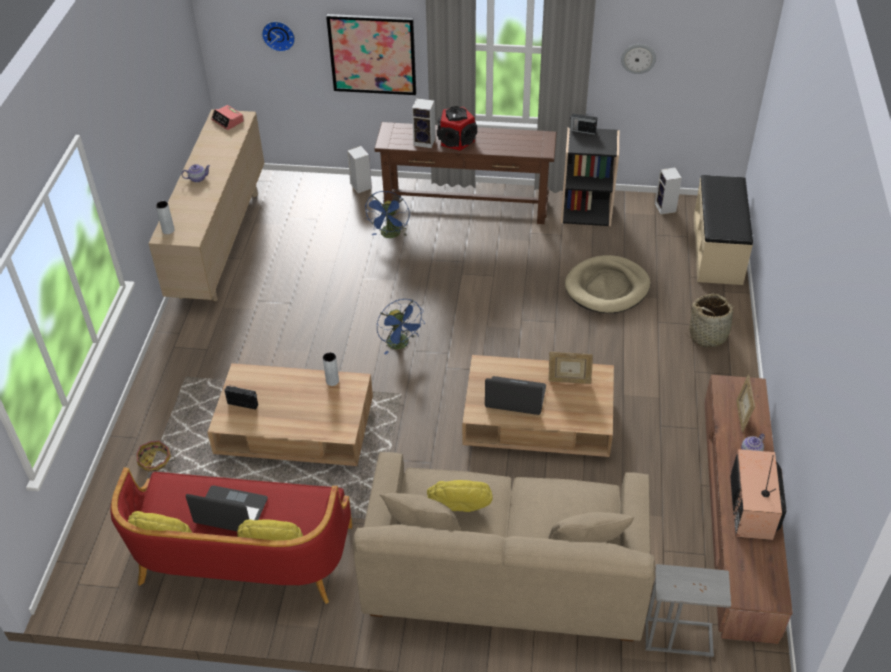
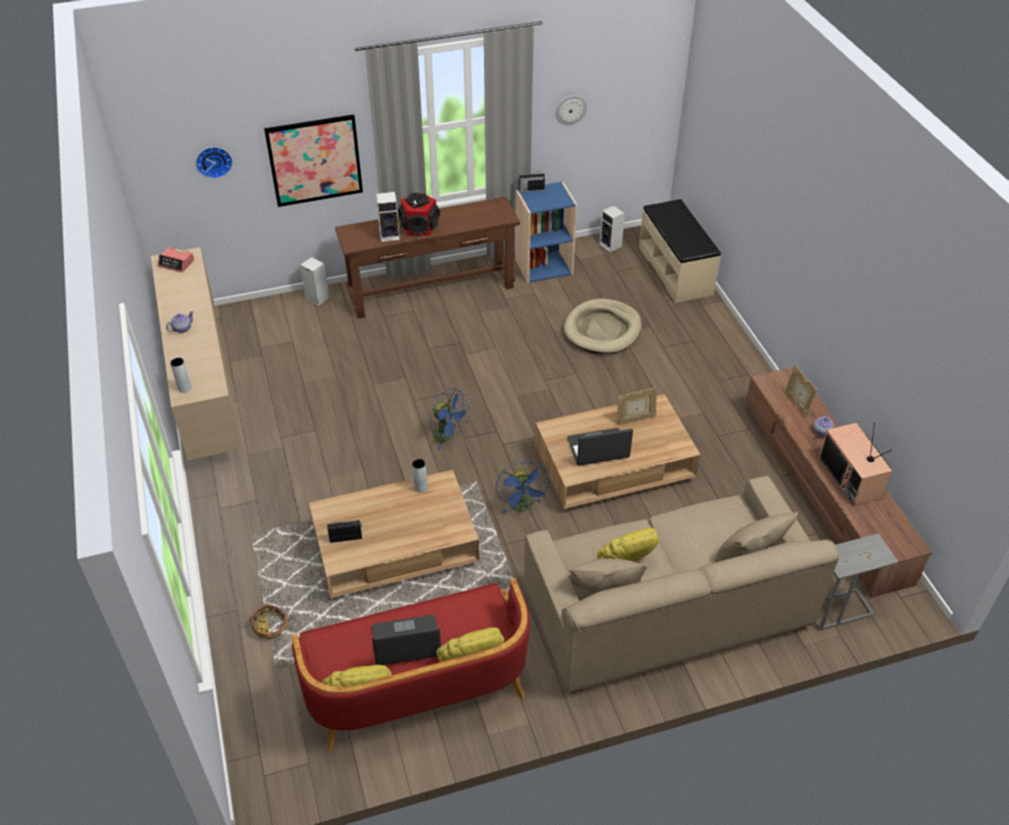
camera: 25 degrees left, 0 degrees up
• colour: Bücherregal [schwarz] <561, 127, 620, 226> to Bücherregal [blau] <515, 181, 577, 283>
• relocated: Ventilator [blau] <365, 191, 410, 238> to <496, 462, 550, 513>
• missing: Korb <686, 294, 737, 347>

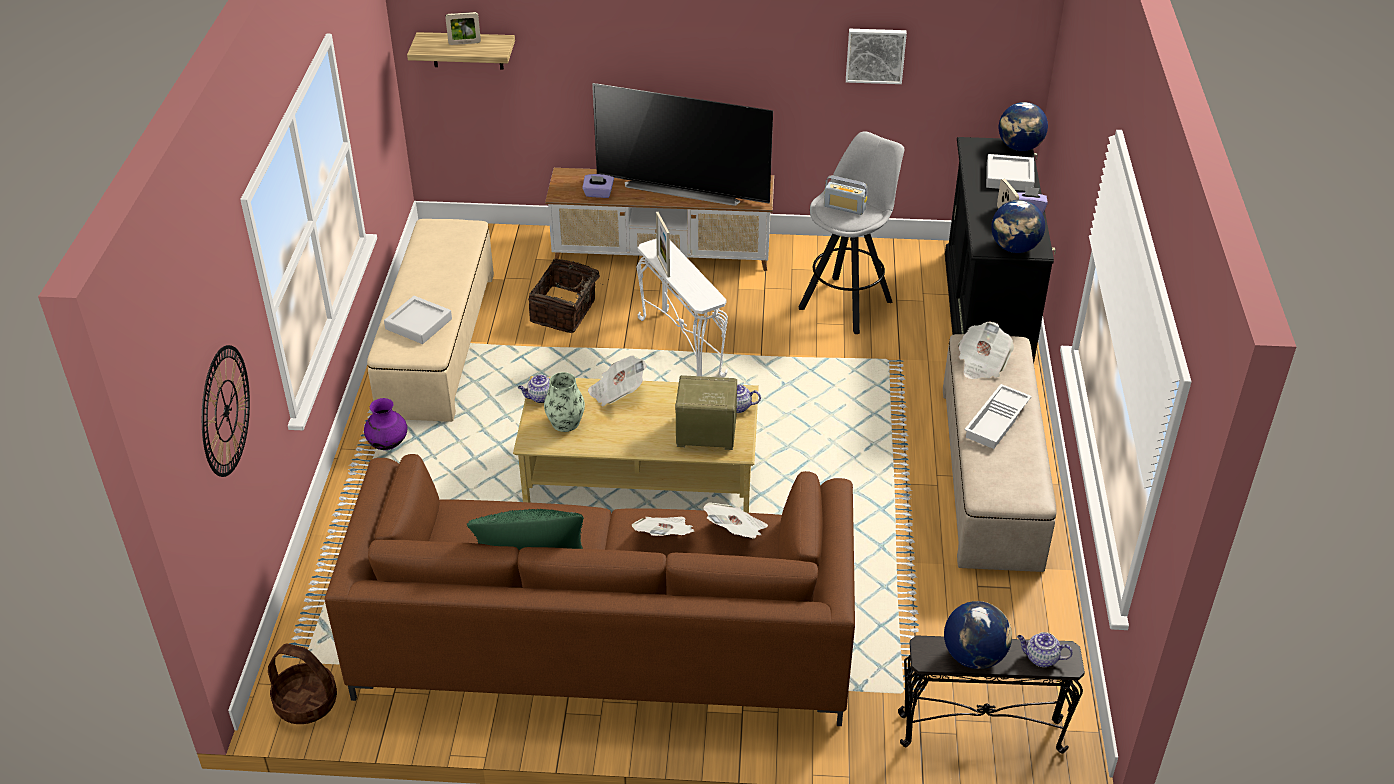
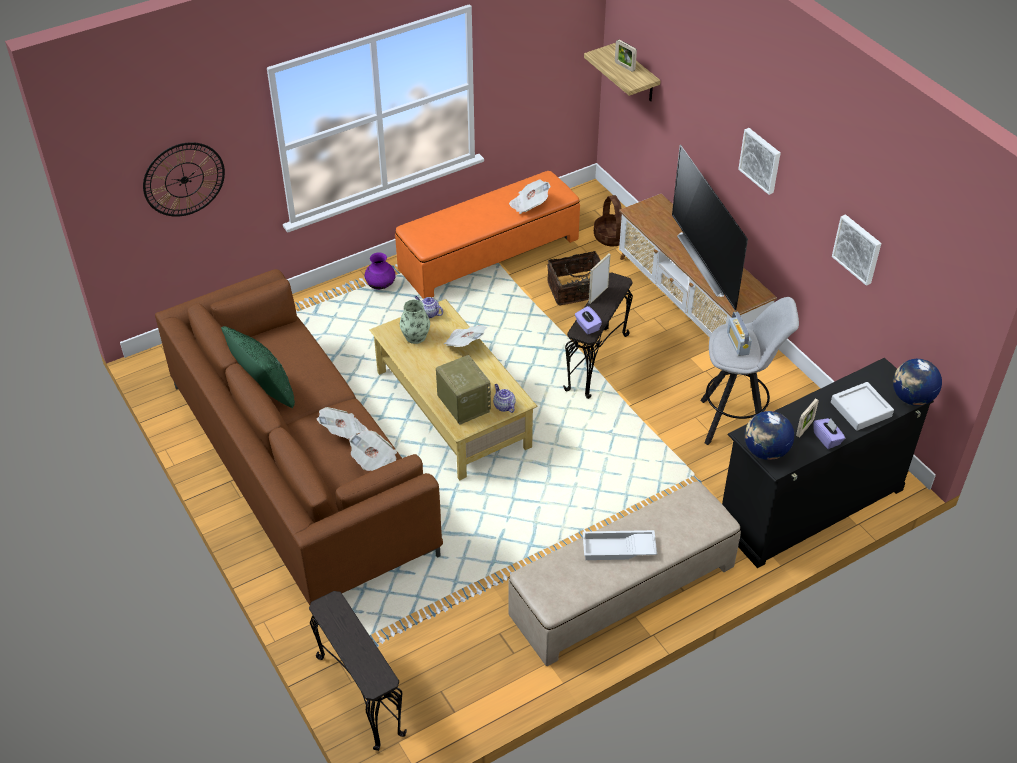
camera: 55 degrees right, 5 degrees up
• relocated: Taschentuchbox [lila] <582, 174, 614, 198> to <575, 306, 602, 334>
• colour: Bank [beige] <367, 219, 494, 422> to Bank [orange] <395, 171, 580, 299>
• colour: Beistelltisch [weiß] <637, 239, 728, 377> to Beistelltisch [schwarz] <563, 272, 633, 399>
• missing: Tablett [grau] <384, 296, 452, 344>
• relocated: Zeitung <958, 322, 1014, 379> to <509, 179, 551, 214>
• missing: Globus <944, 601, 1012, 669>
• missing: Teekanne <1017, 632, 1073, 667>
• relocated: Korb <268, 644, 337, 724> to <594, 195, 622, 246>
• appeared: Bild <738, 128, 781, 195>

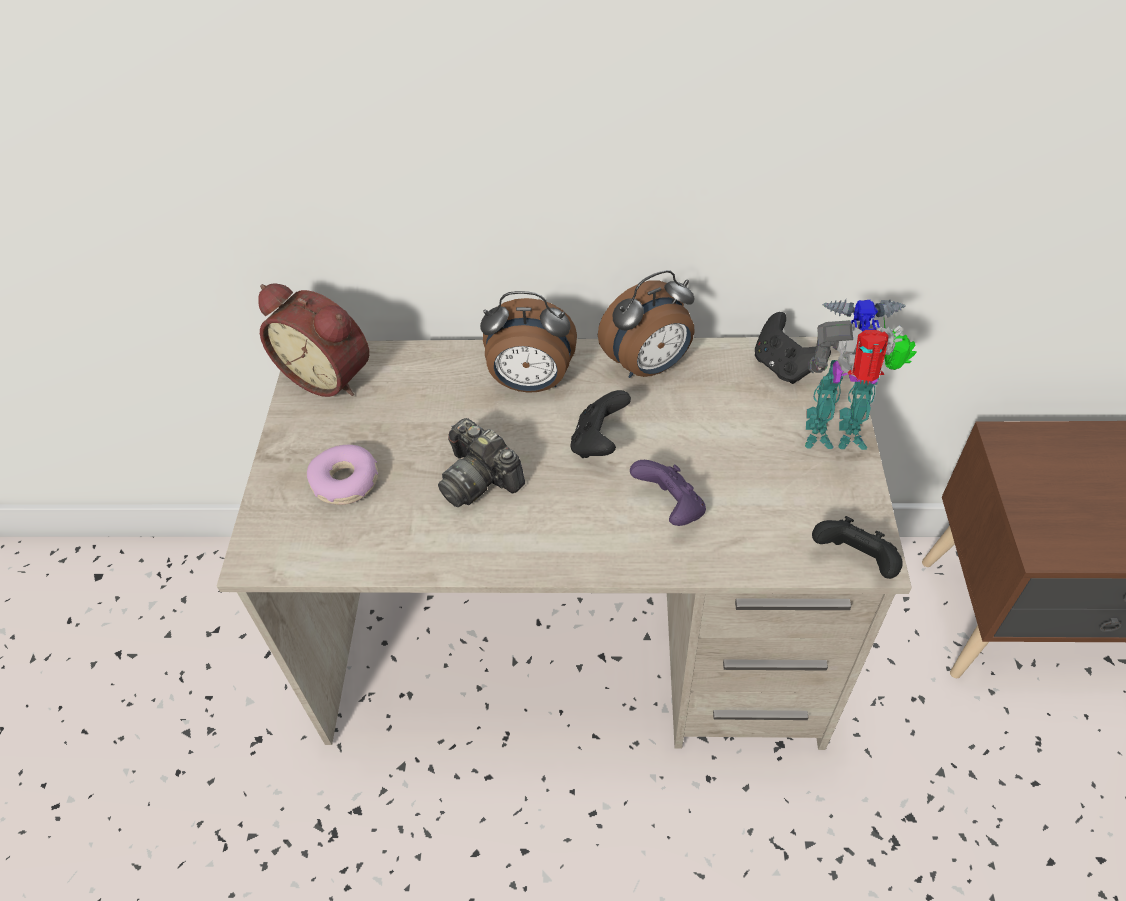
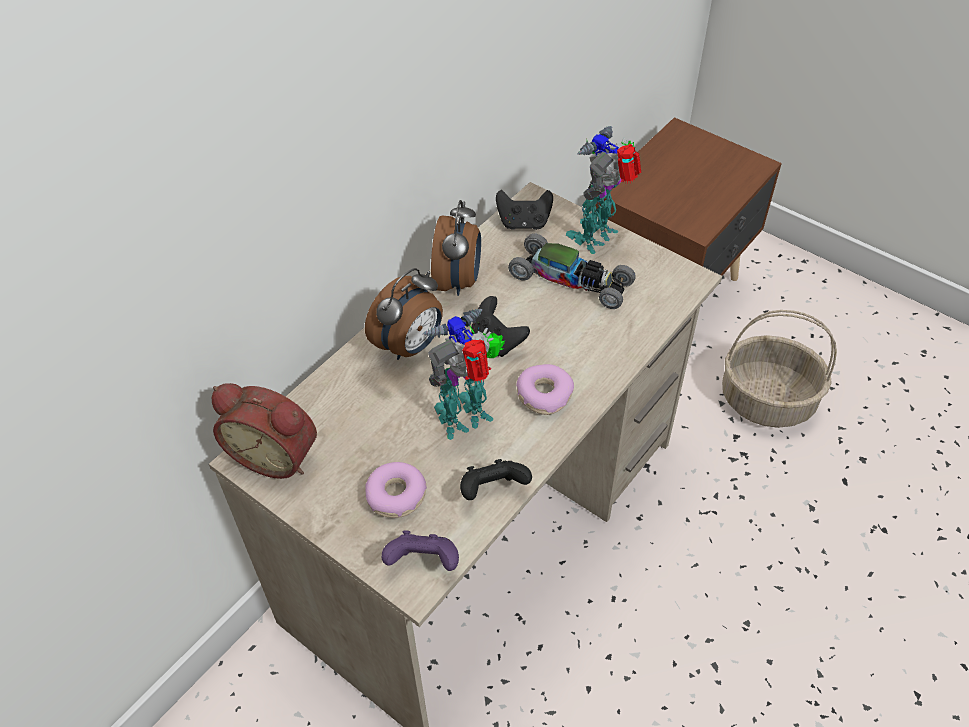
camera: 55 degrees left, 0 degrees up
• spun: Wecker <258, 283, 369, 397> = <212, 383, 317, 479> 45 degrees clockwise
• exchanged: Kamera <438, 418, 525, 507> to Spielzeugroboter <422, 309, 505, 440>
• relocated: Gamepad [lila] <630, 460, 706, 526> to <382, 530, 459, 571>
• relocated: Gamepad [schwarz] <812, 516, 903, 579> to <460, 459, 532, 500>
• appeared: Spielzeugauto <508, 234, 636, 309>
• appeared: Korb <722, 310, 837, 428>
• appeared: Donut <516, 364, 574, 415>

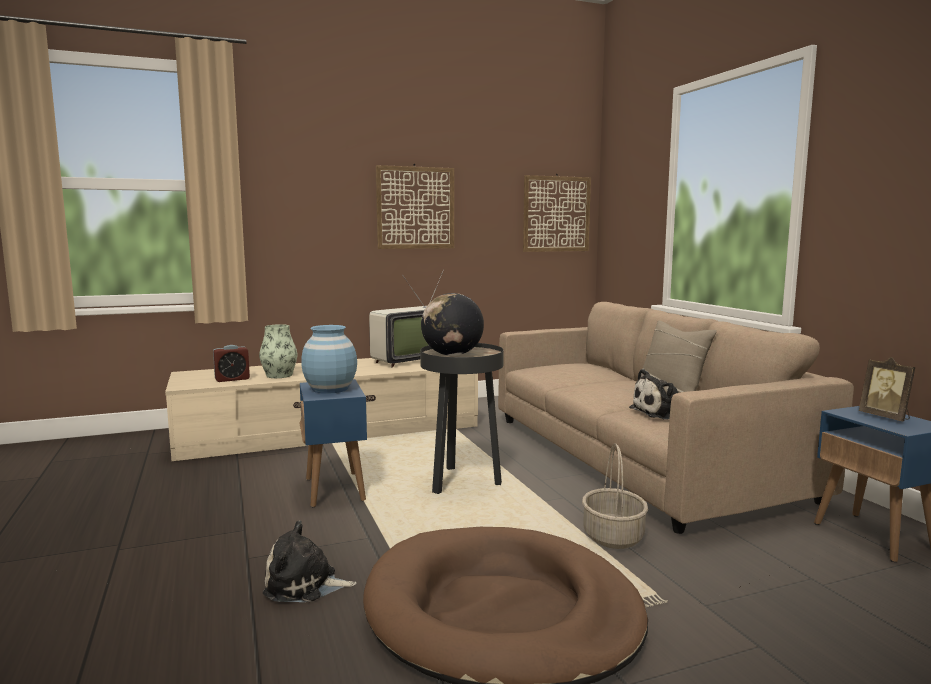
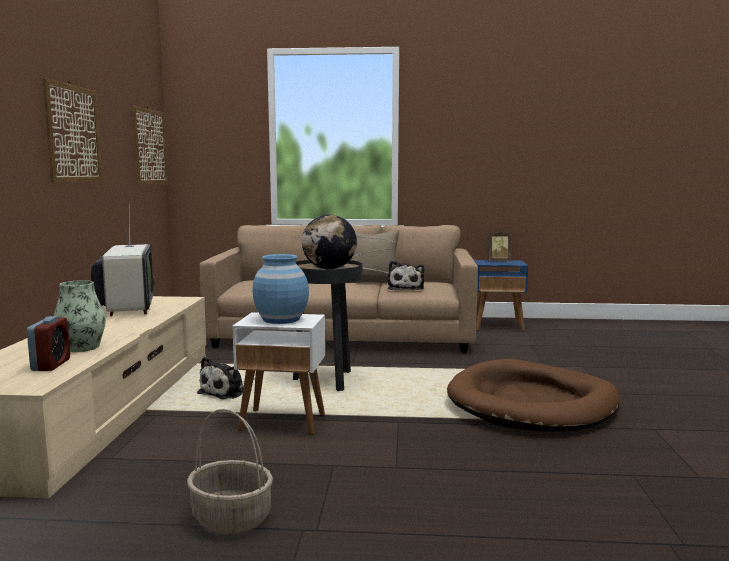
camera: 65 degrees left, 0 degrees up
• colour: Beistelltisch [blau] <300, 379, 367, 507> to Beistelltisch [weiß] <232, 312, 325, 435>
• relocated: Korb <582, 443, 648, 549> to <187, 409, 273, 533>
• relocated: Plüschtier <263, 521, 357, 602> to <197, 357, 244, 399>

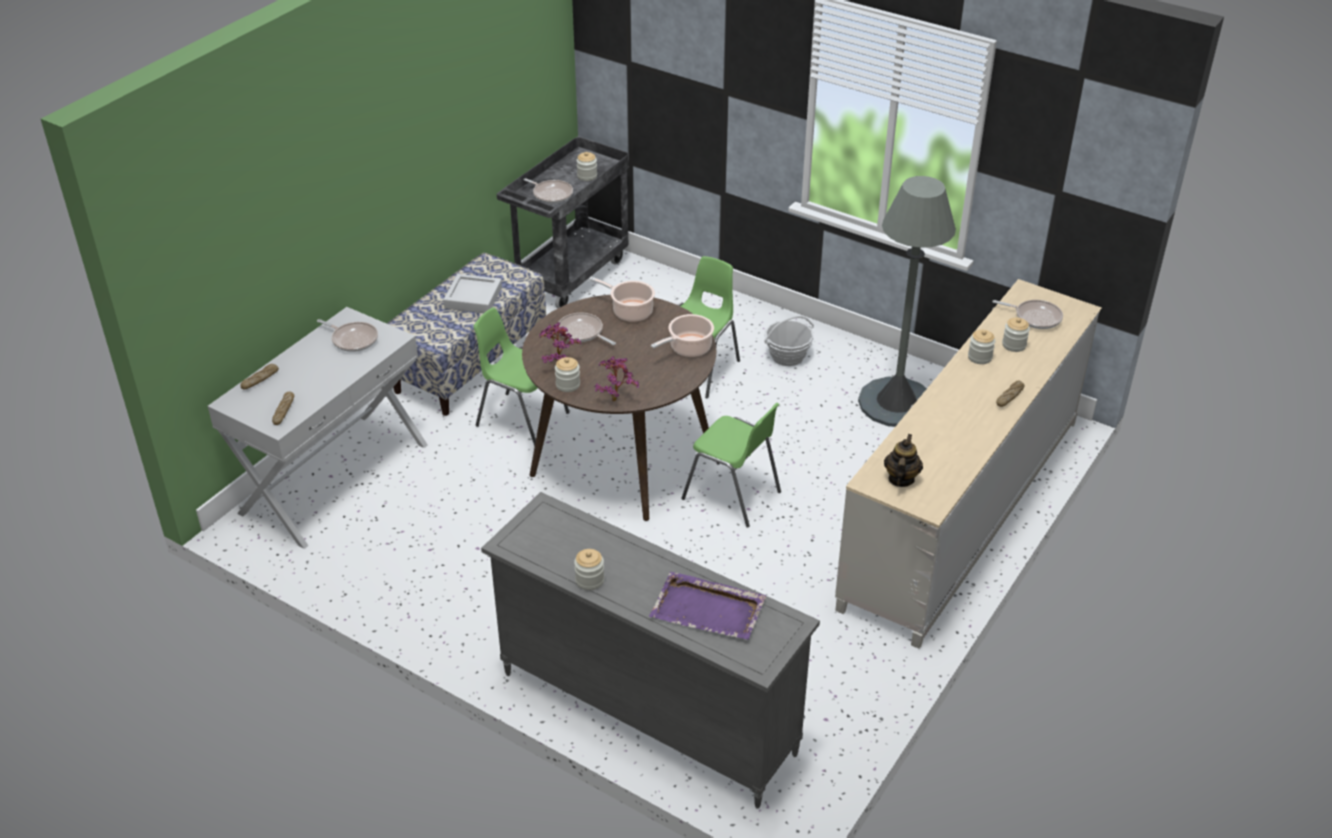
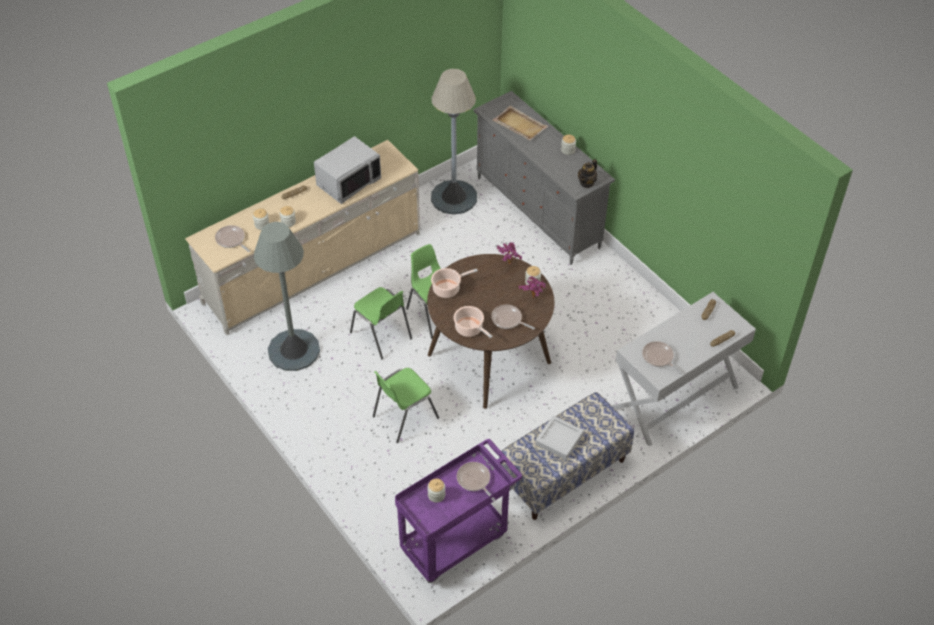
camera: 160 degrees left, 10 degrees up
• colour: Rollwagen [grau] <497, 137, 629, 309> to Rollwagen [lila] <395, 439, 522, 583>
• relocated: Stuhl [grün] <474, 308, 569, 447> to <350, 287, 412, 359>
• spun: Pfanne <559, 313, 616, 345> = <491, 304, 535, 330> 150 degrees clockwise
• missing: Korb <764, 316, 814, 366>
• relocated: Teekanne <884, 434, 923, 487> to <578, 159, 597, 188>
• colour: Tablett [lila] <649, 572, 766, 640> to Tablett [beige] <493, 105, 548, 140>
• appeared: Stehlampe [grau] <431, 69, 477, 215>
• appeared: Mikrowelle [grau] <314, 136, 381, 204>

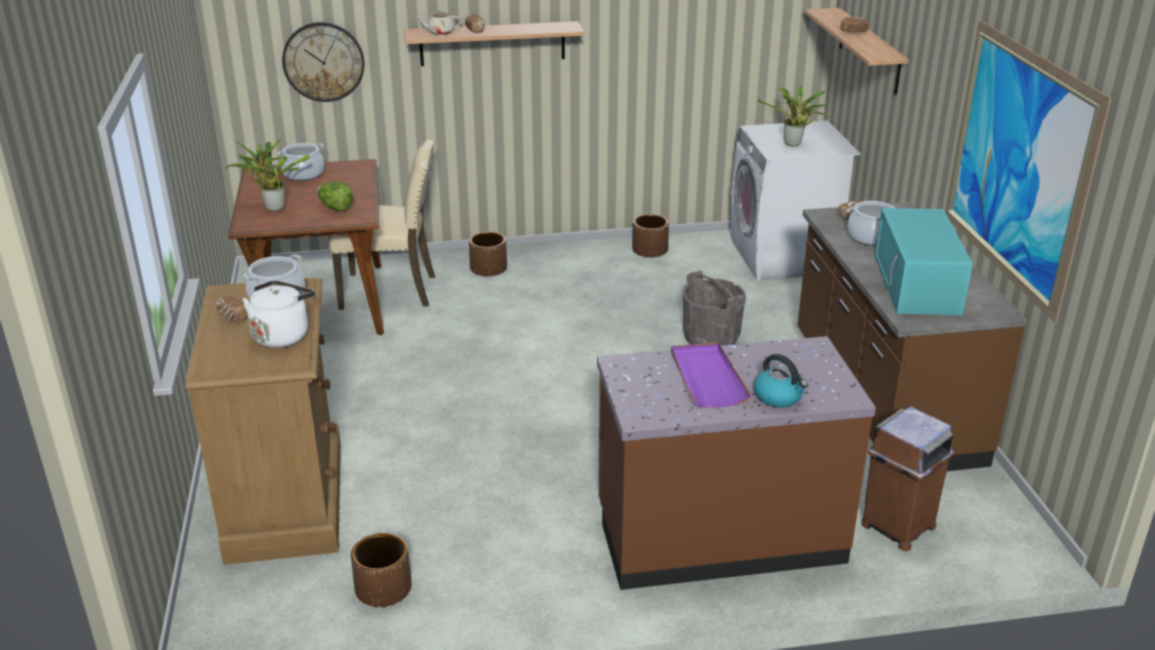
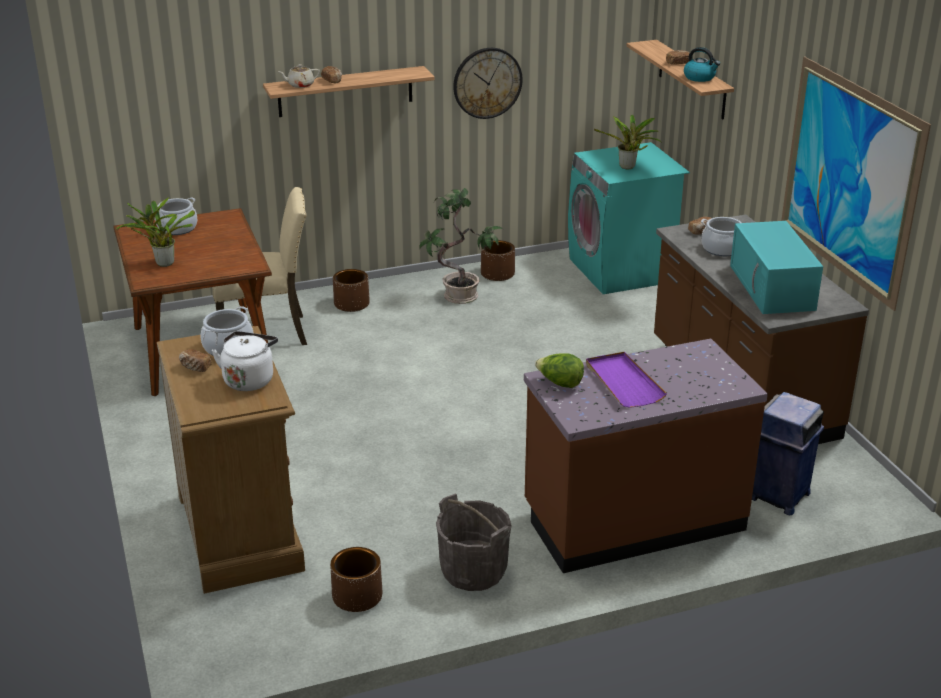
camera: 10 degrees left, 0 degrees up
• relocated: Wanduhr <282, 22, 364, 102> to <453, 48, 522, 119>
• colour: Waschmaschine [weiß] <730, 121, 861, 280> to Waschmaschine [türkis] <568, 142, 690, 294>
• relocated: Salatkopf <317, 181, 354, 211> to <535, 353, 584, 388>
• relocated: Eimer [grau] <682, 271, 746, 345> to <436, 493, 511, 591>
• relocated: Wasserkessel <754, 354, 808, 408> to <684, 47, 720, 82>
• colour: Mülleimer [braun] <862, 406, 954, 551> to Mülleimer [blau] <752, 392, 824, 515>
• appeared: Topfpflanze <420, 188, 503, 304>

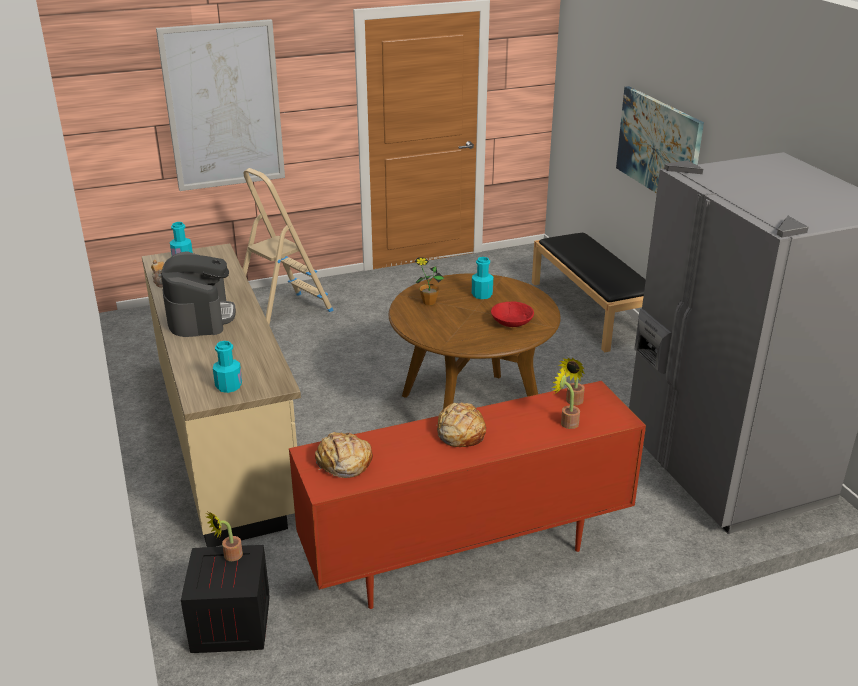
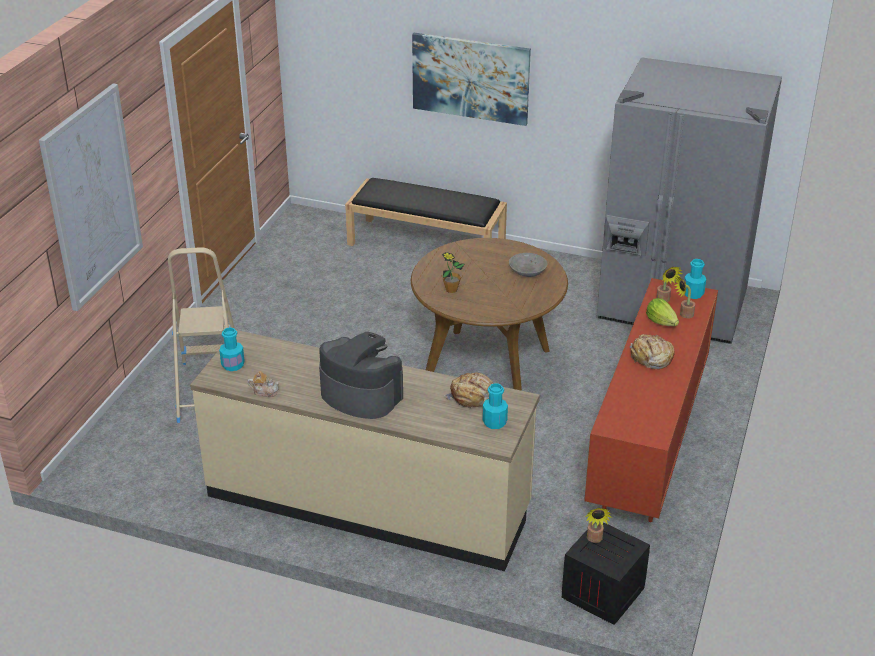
camera: 50 degrees left, 5 degrees up
• relocated: Flasche [türkis] <472, 257, 493, 299> to <684, 259, 706, 299>
• colour: Schüssel [rot] <491, 302, 534, 327> to Schüssel [grau] <509, 253, 548, 277>
• relocated: Brot <315, 432, 373, 478> to <444, 372, 493, 409>
• appeared: Salatkopf <646, 298, 679, 326>

